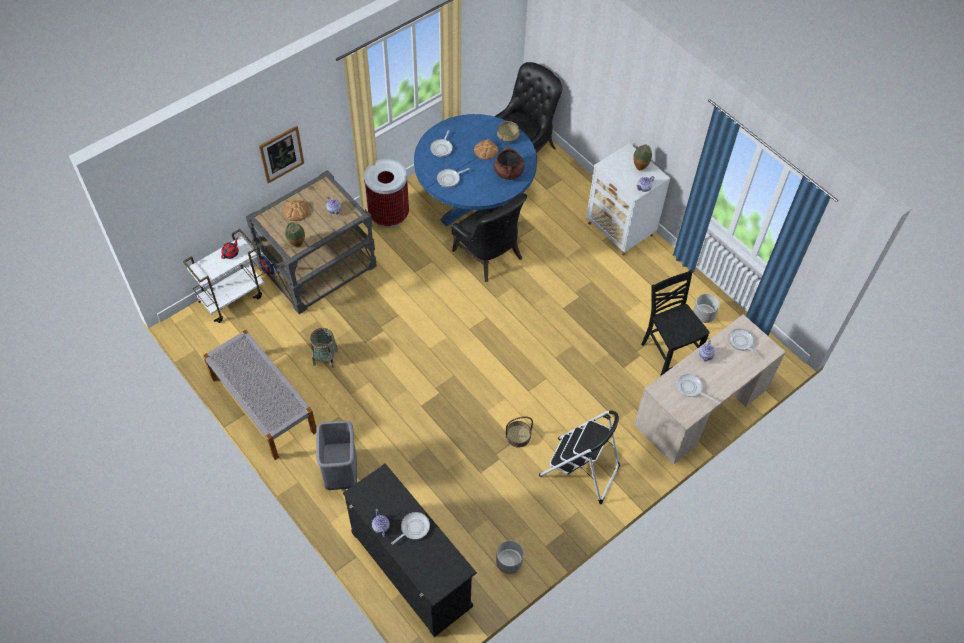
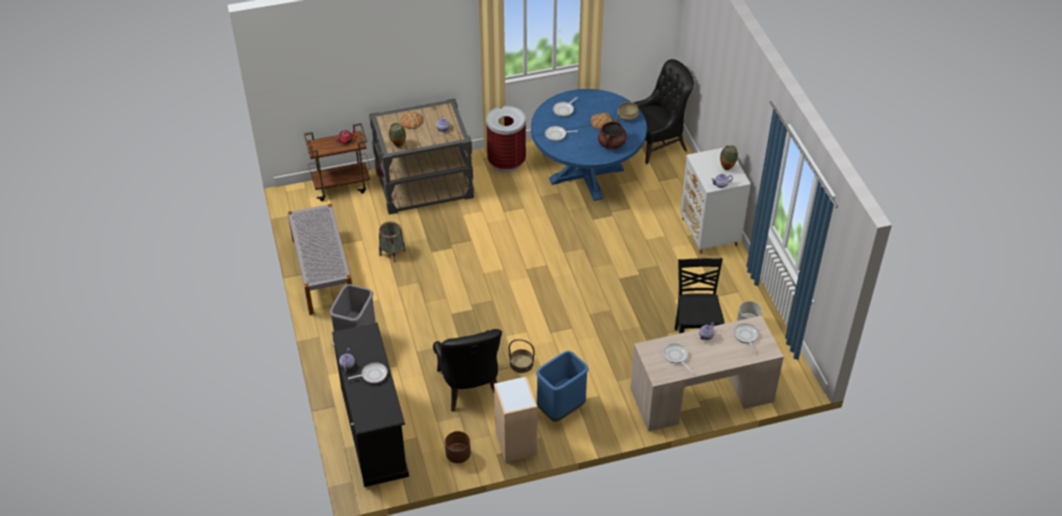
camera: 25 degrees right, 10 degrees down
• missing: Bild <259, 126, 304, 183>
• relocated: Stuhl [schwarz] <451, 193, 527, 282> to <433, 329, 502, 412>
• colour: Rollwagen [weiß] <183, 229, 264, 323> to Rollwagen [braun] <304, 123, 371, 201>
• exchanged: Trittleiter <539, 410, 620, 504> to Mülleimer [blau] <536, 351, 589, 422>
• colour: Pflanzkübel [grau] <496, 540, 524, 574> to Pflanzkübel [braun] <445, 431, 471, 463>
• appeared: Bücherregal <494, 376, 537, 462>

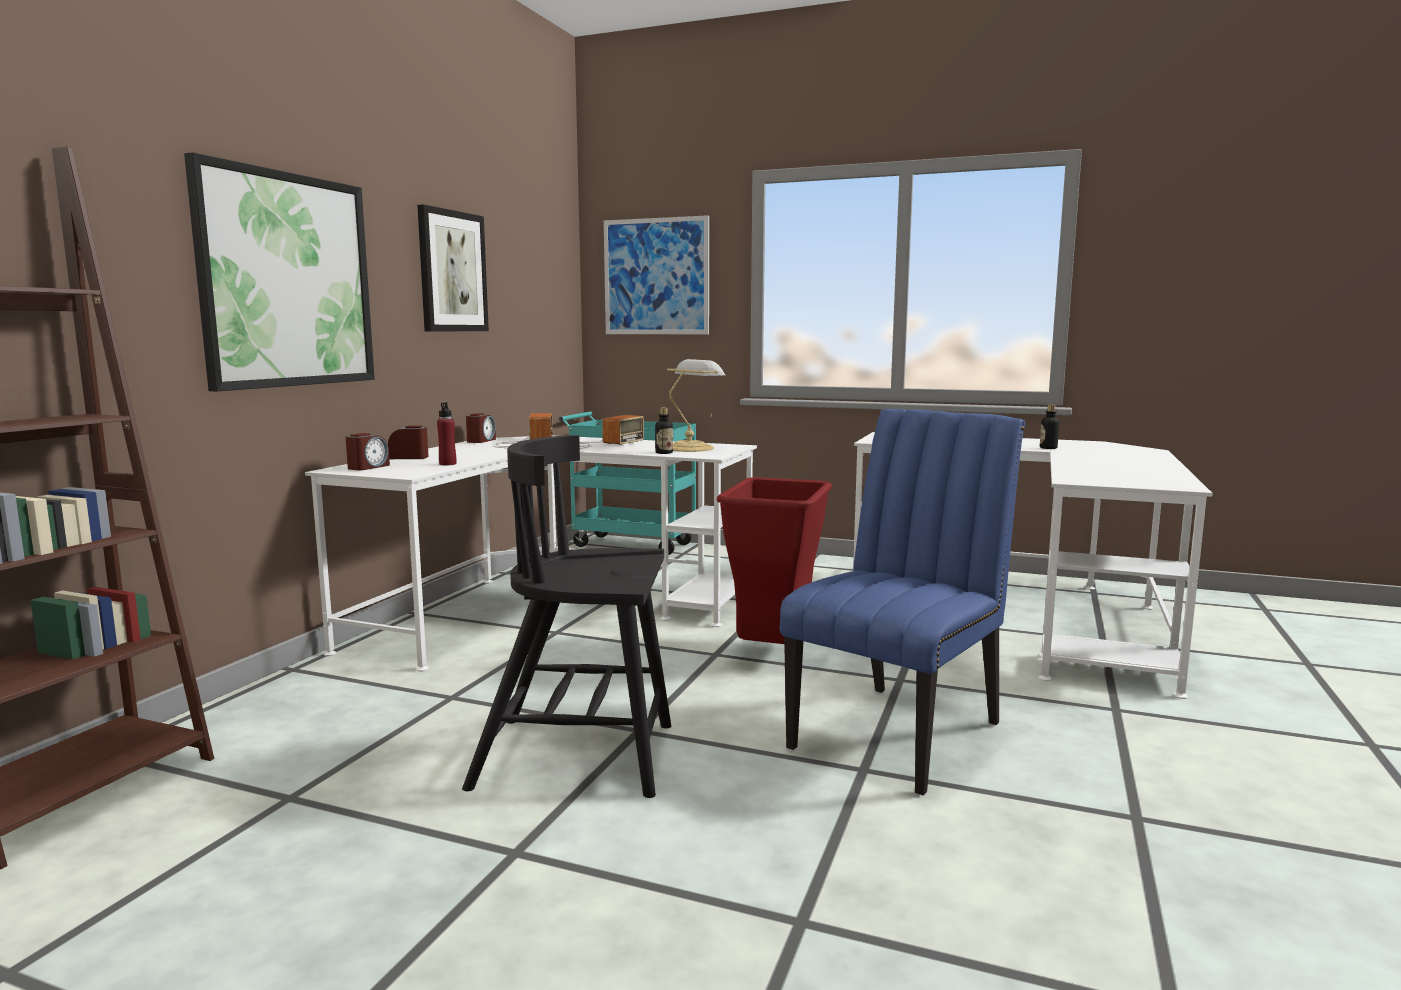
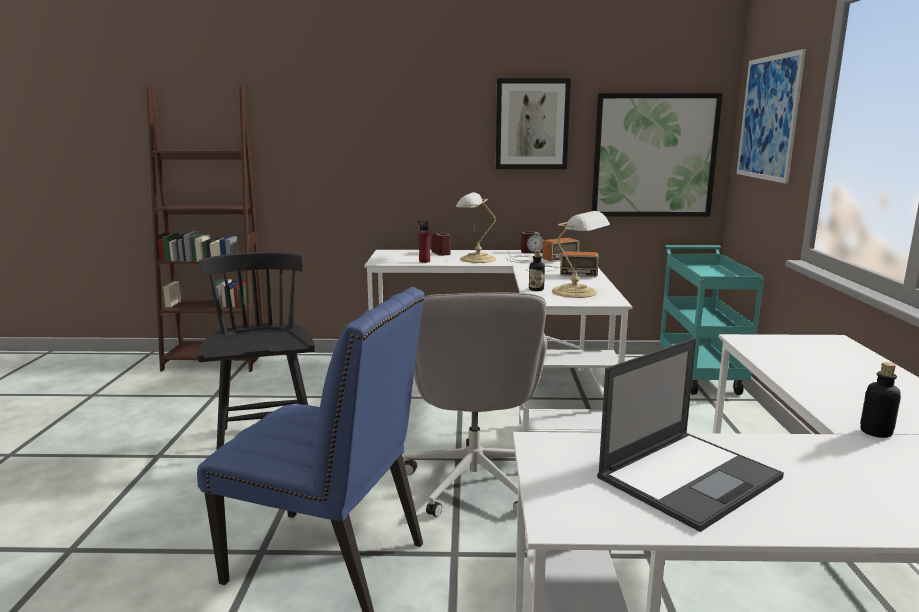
camera: 70 degrees right, 5 degrees up
• relocated: Bild <184, 152, 375, 391> to <592, 93, 723, 217>
• missing: Wecker <345, 433, 390, 470>
• exchanged: Mülleimer [rot] <717, 477, 832, 644> to Bürostuhl [grau] <404, 292, 547, 517>
• appeared: Tischlampe <456, 192, 496, 263>
• appeared: Laptop <597, 338, 784, 532>

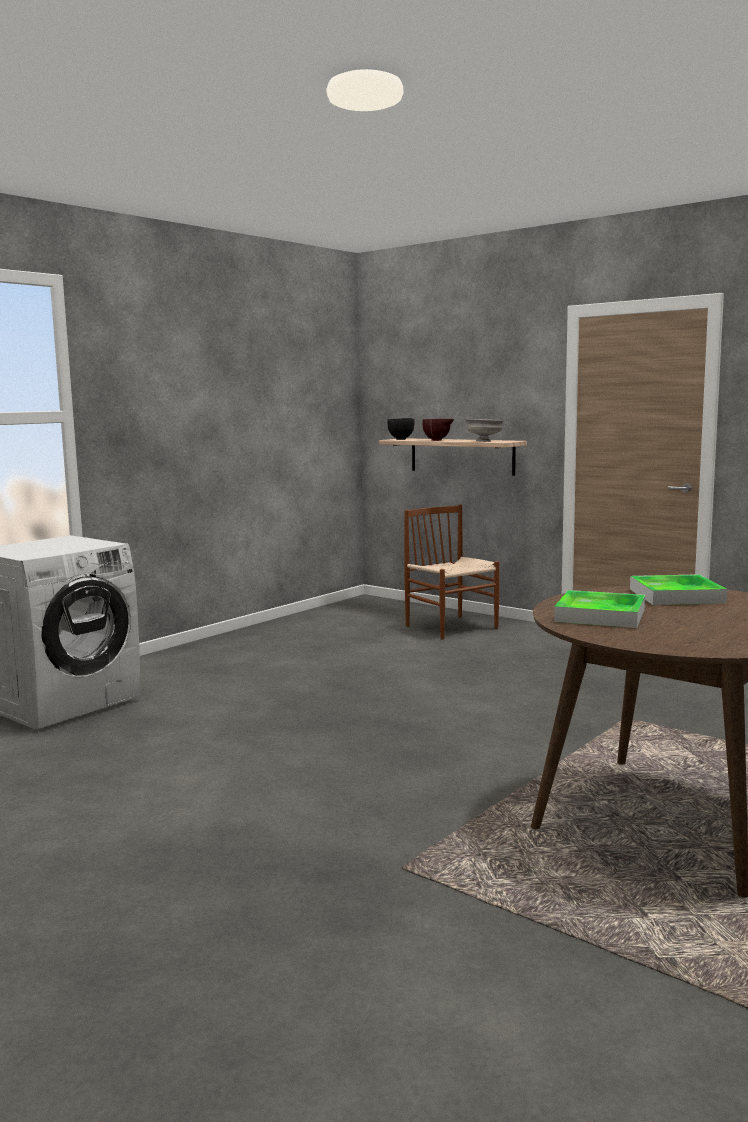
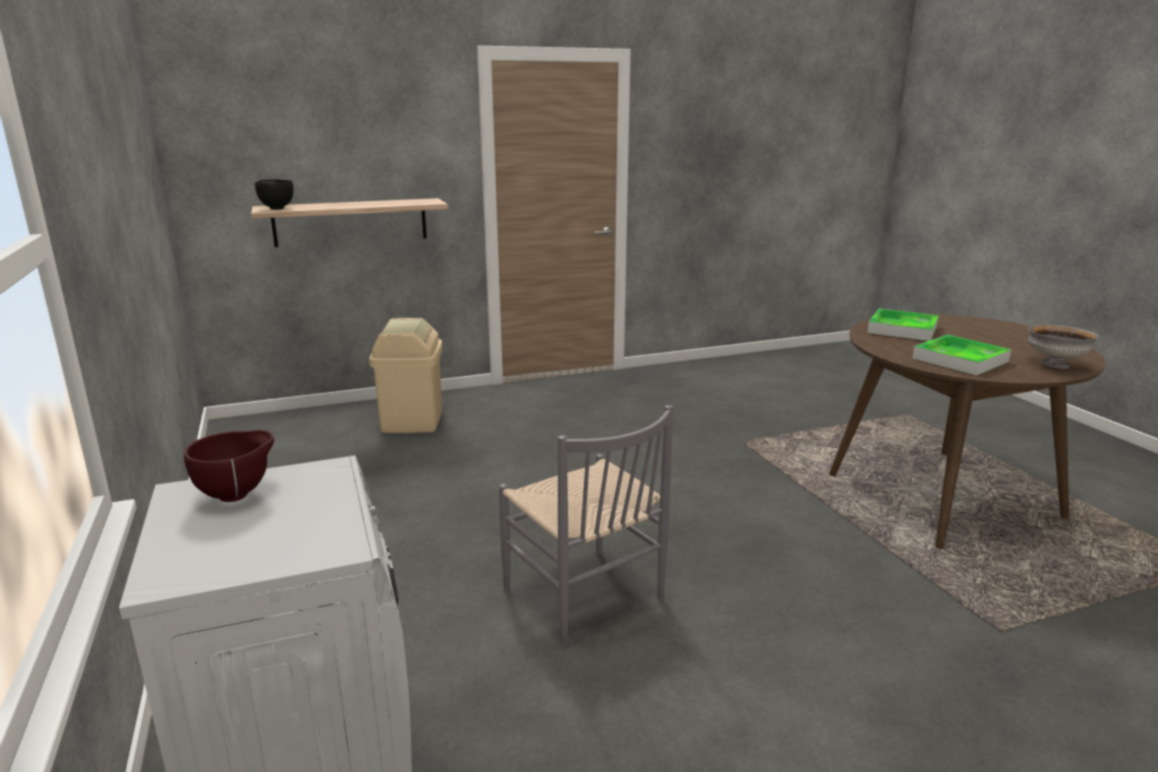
camera: 60 degrees left, 10 degrees up
• relocated: Schüssel [braun] <422, 419, 454, 441> to <184, 430, 274, 502>
• relocated: Schüssel [grau] <465, 419, 504, 442> to <1028, 324, 1099, 369>
• exchanged: Stuhl [braun] <404, 504, 499, 640> to Mülleimer [beige] <369, 318, 442, 433>
• appeared: Stuhl [grau] <499, 405, 673, 645>

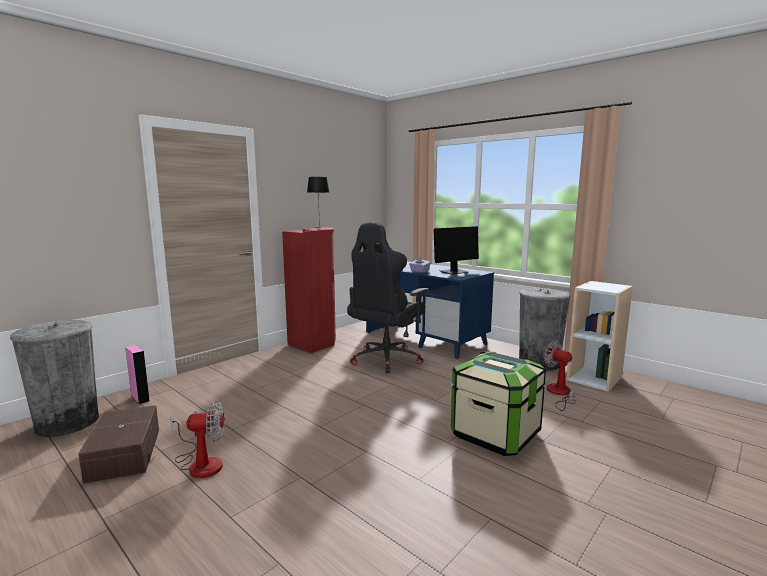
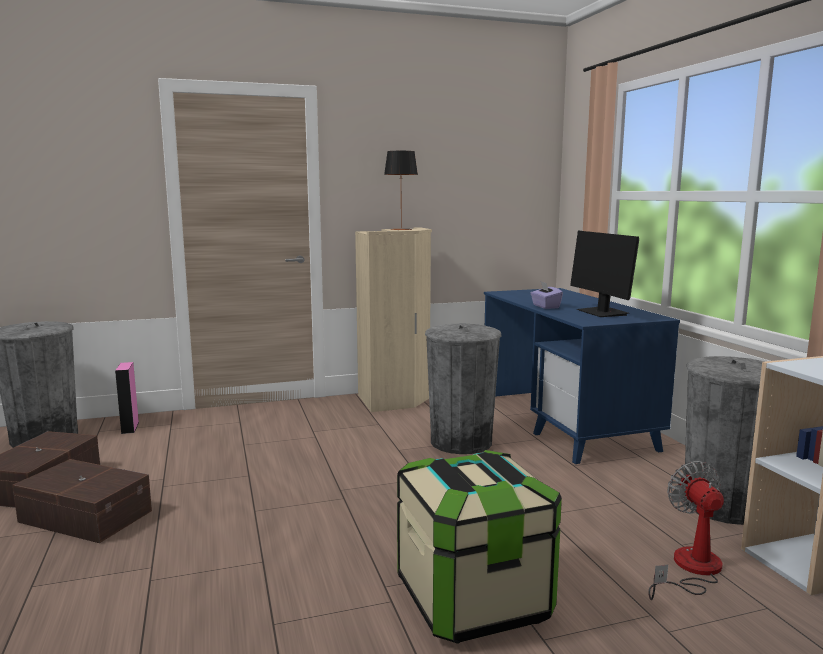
camera: 30 degrees right, 0 degrees up
• exchanged: Bürostuhl [schwarz] <347, 223, 429, 374> to Mülleimer [grau] <425, 324, 501, 454>
• spun: Monitor <433, 226, 479, 275> = <570, 231, 639, 317> 75 degrees clockwise
• colour: Schrank [rot] <282, 227, 336, 353> to Schrank [beige] <355, 227, 432, 412>
• exchanged: Ventilator <170, 401, 225, 478> to Aufbewahrungsbox [braun] <13, 459, 152, 543>

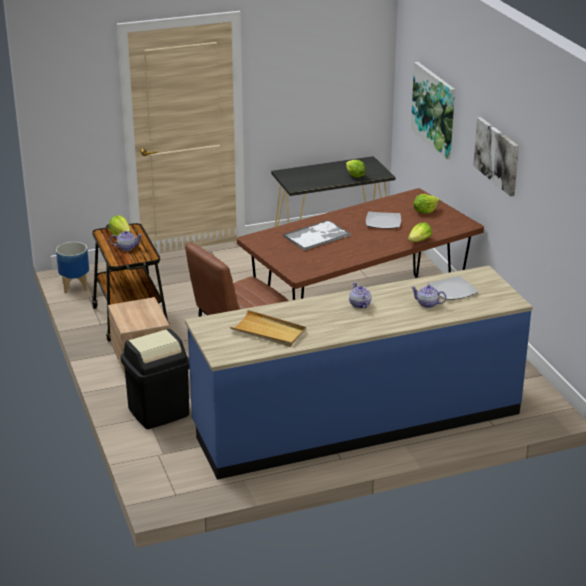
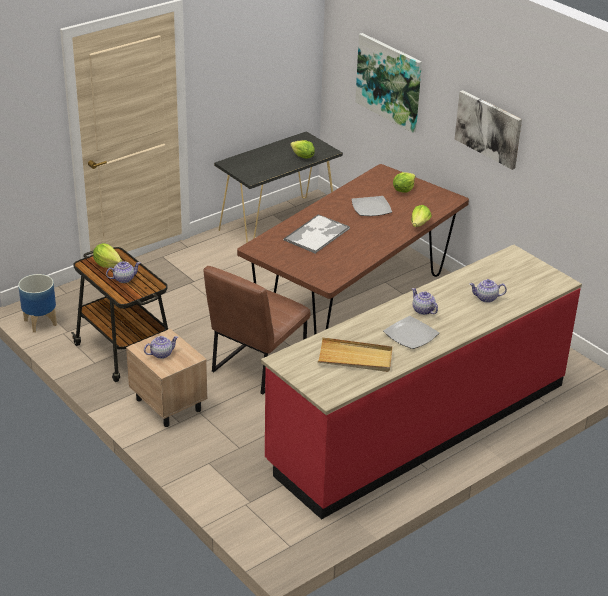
camera: 20 degrees left, 5 degrees up
• colour: Küchenzeile [blau] <185, 266, 533, 480> to Küchenzeile [rot] <261, 245, 582, 520>
• relocated: Teller <428, 276, 478, 300> to <383, 316, 439, 349>
• missing: Mülleimer [schwarz] <121, 329, 190, 429>
• appeared: Teekanne <144, 336, 178, 359>

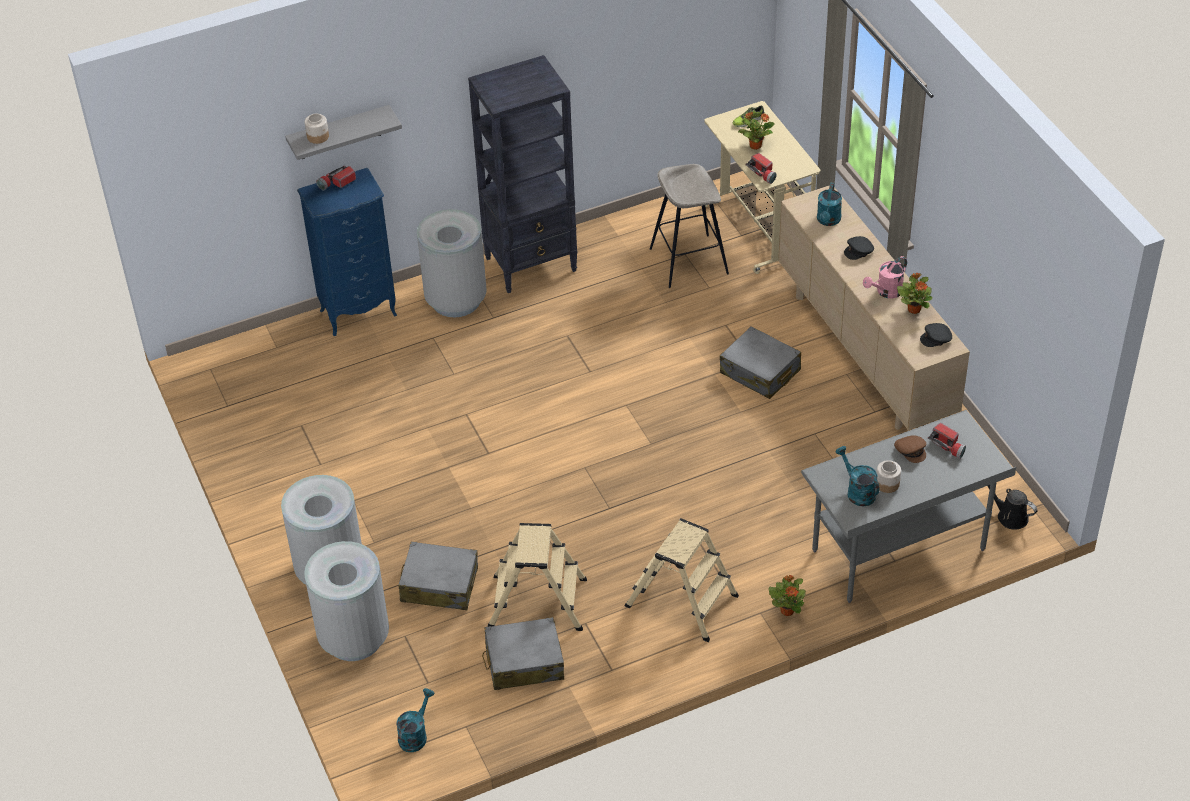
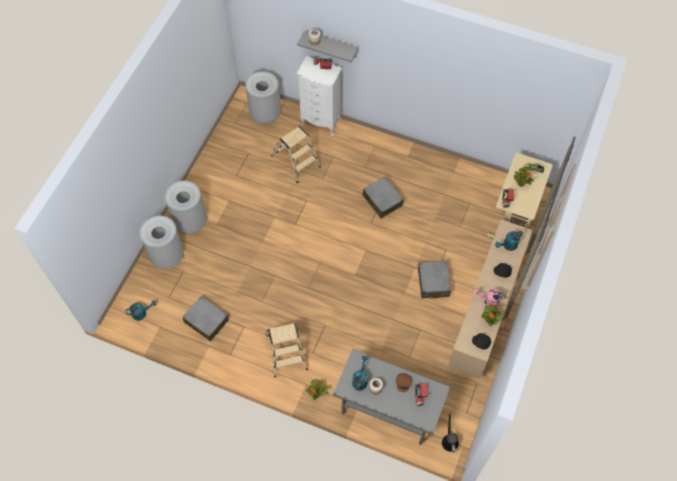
camera: 45 degrees right, 15 degrees up
• missing: Bücherregal [schwarz] <468, 55, 577, 293>
• missing: Hocker [grau] <650, 164, 729, 288>
• colour: Kommode [blau] <297, 168, 397, 336> to Kommode [weiß] <297, 56, 342, 136>
• relocated: Mülleimer [grau] <417, 209, 487, 317> to <245, 71, 281, 124>
• relocated: Trittleiter [beige] <487, 523, 587, 631> to <271, 126, 321, 183>
• relocated: Koffer [grau] <399, 541, 478, 610> to <363, 177, 404, 218>

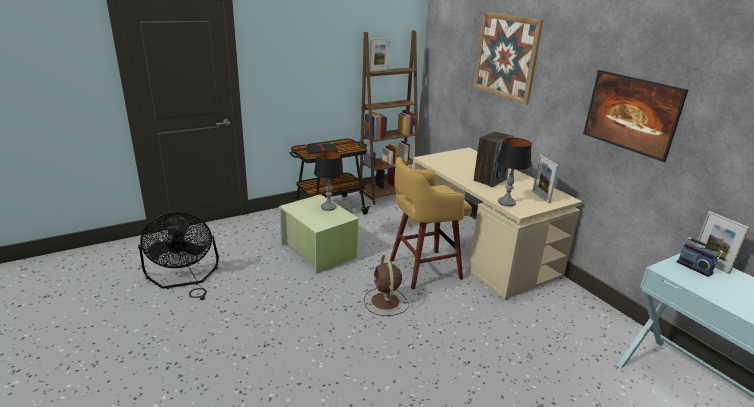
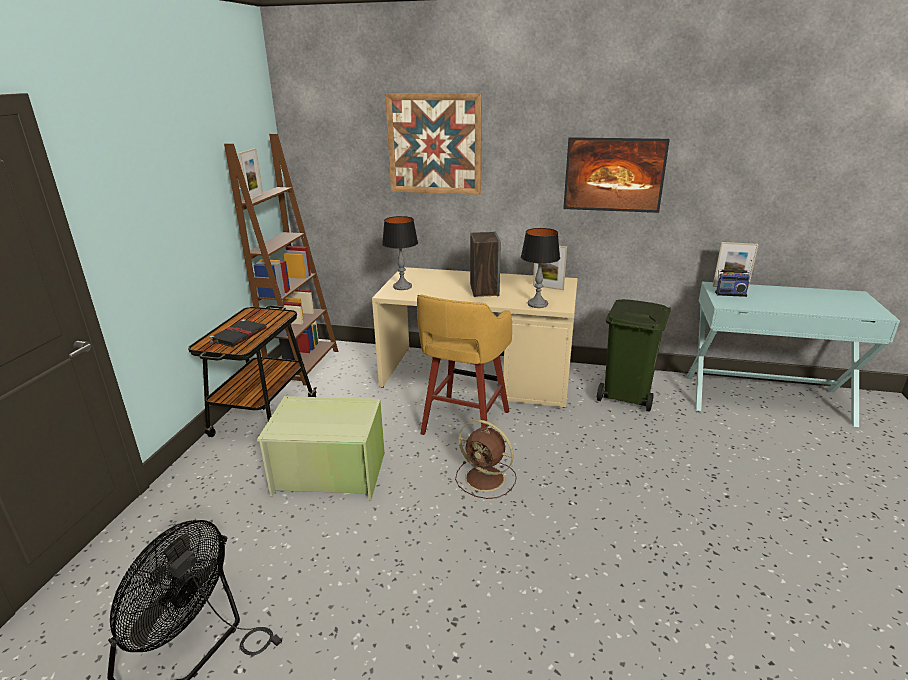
camera: 45 degrees left, 0 degrees up
• relocated: Tischlampe <314, 151, 343, 211> to <382, 216, 418, 290>
• appeared: Mülleimer [grün] <597, 299, 671, 412>

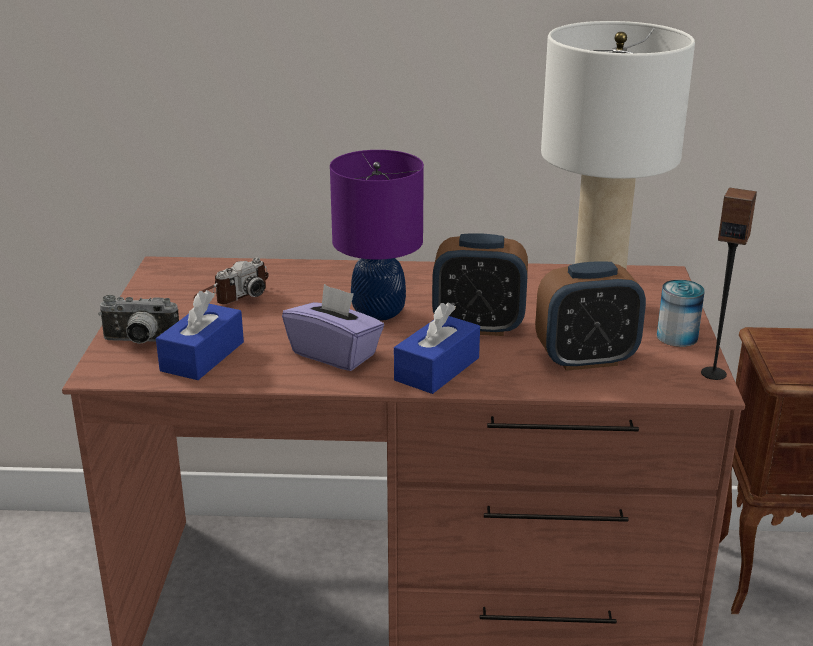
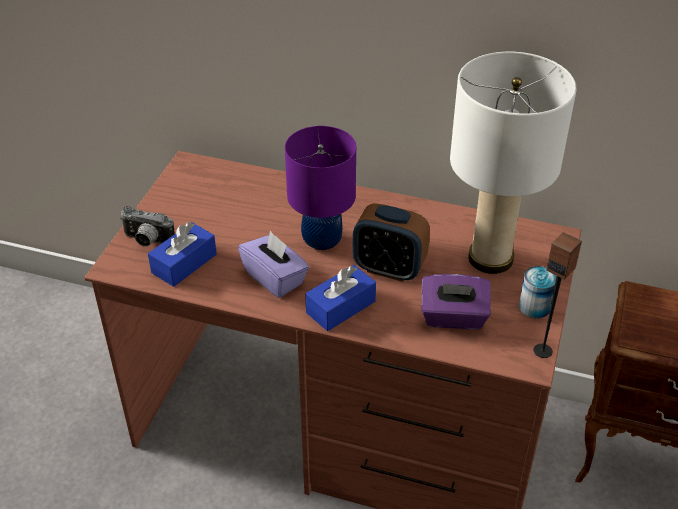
camera: 15 degrees right, 15 degrees up
• missing: Kamera <193, 258, 269, 304>
• exchanged: Wecker <535, 261, 646, 371> to Taschentuchbox [lila] <422, 274, 491, 330>

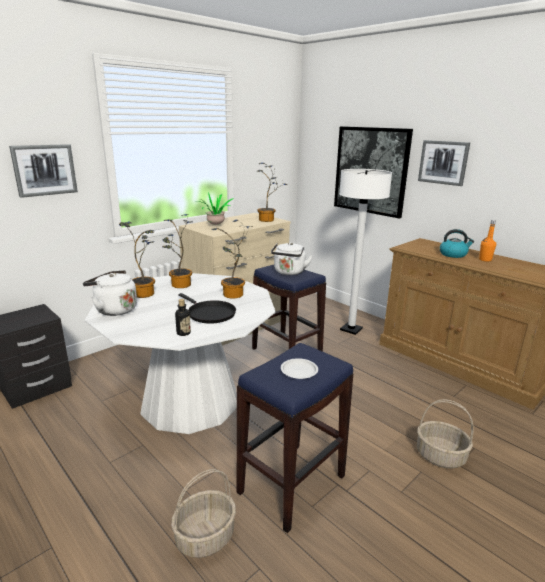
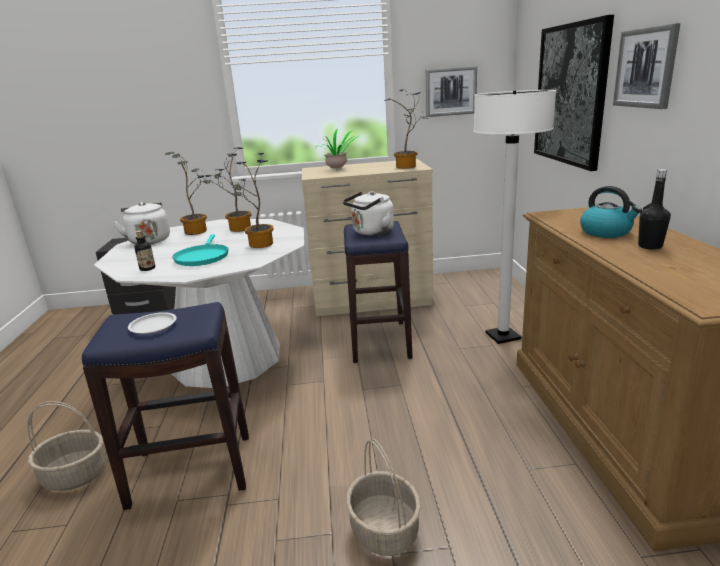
camera: 40 degrees right, 0 degrees up
• relocated: Bild <9, 144, 78, 198> to <426, 66, 477, 117>
• colour: Flasche [orange] <479, 220, 496, 262> to Flasche [schwarz] <638, 169, 671, 250>
• colour: Pfanne [schwarz] <178, 293, 236, 324> to Pfanne [türkis] <172, 234, 229, 266>

